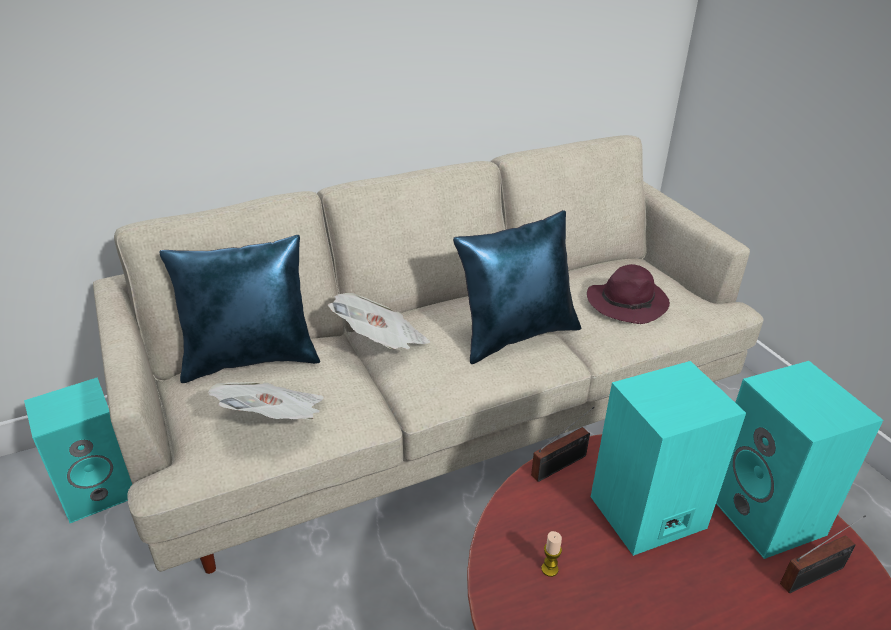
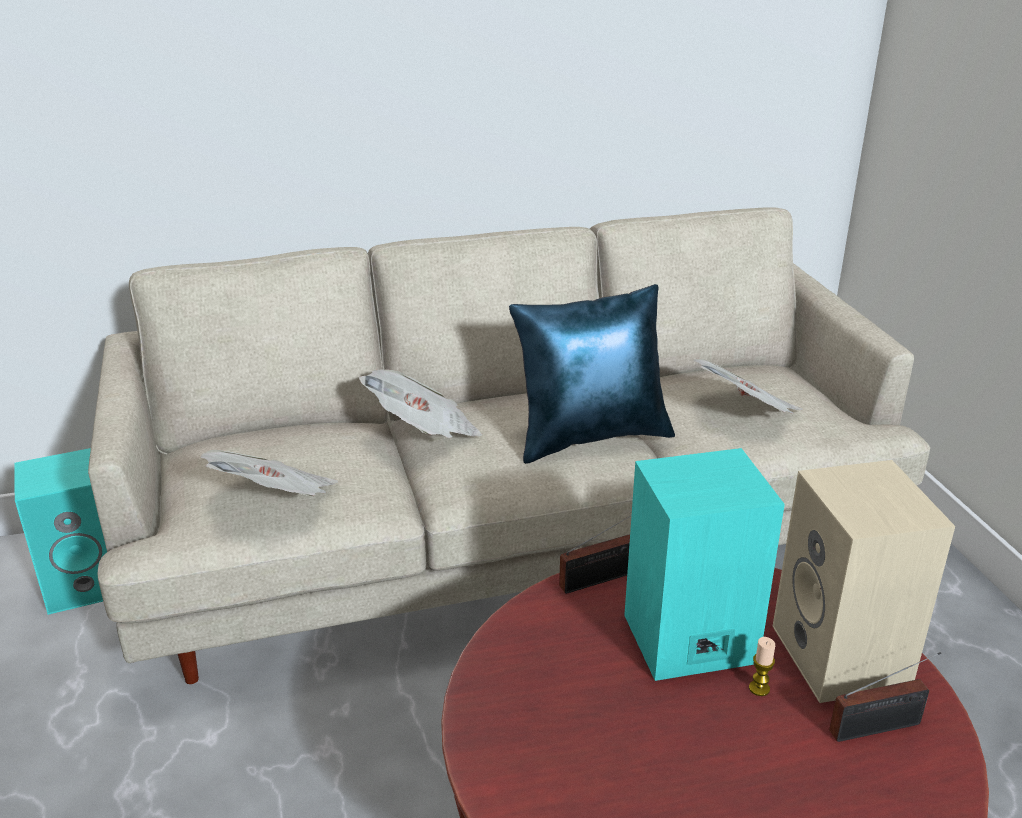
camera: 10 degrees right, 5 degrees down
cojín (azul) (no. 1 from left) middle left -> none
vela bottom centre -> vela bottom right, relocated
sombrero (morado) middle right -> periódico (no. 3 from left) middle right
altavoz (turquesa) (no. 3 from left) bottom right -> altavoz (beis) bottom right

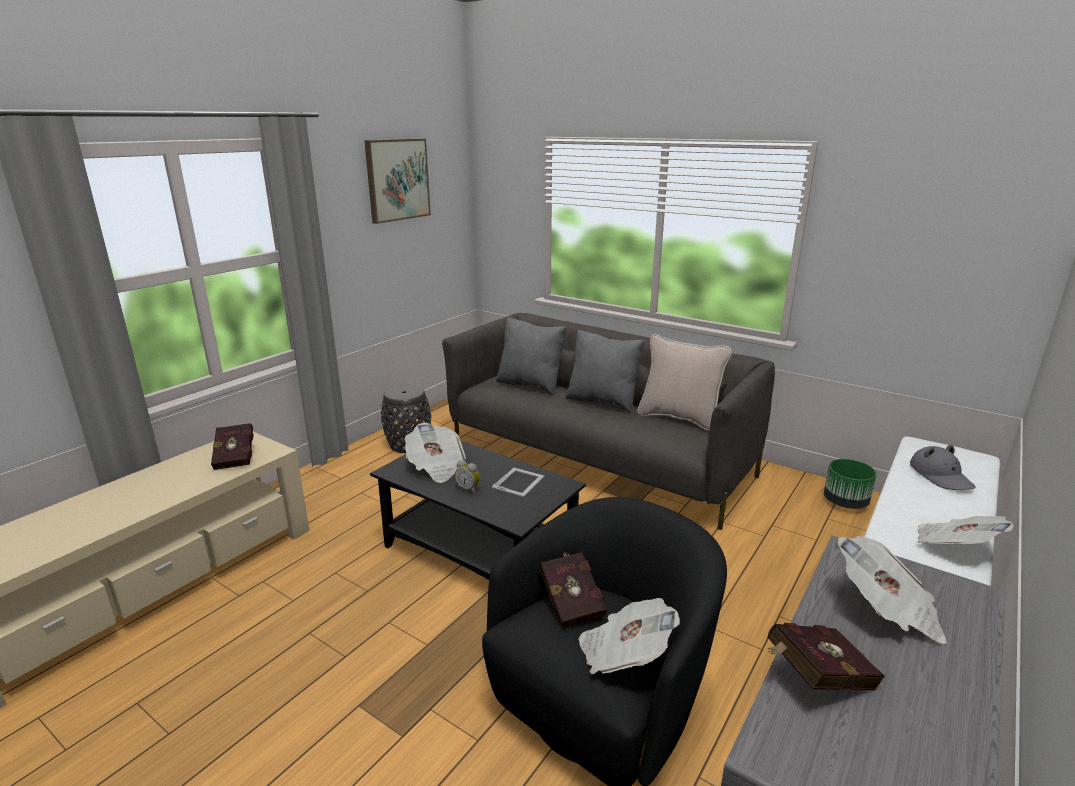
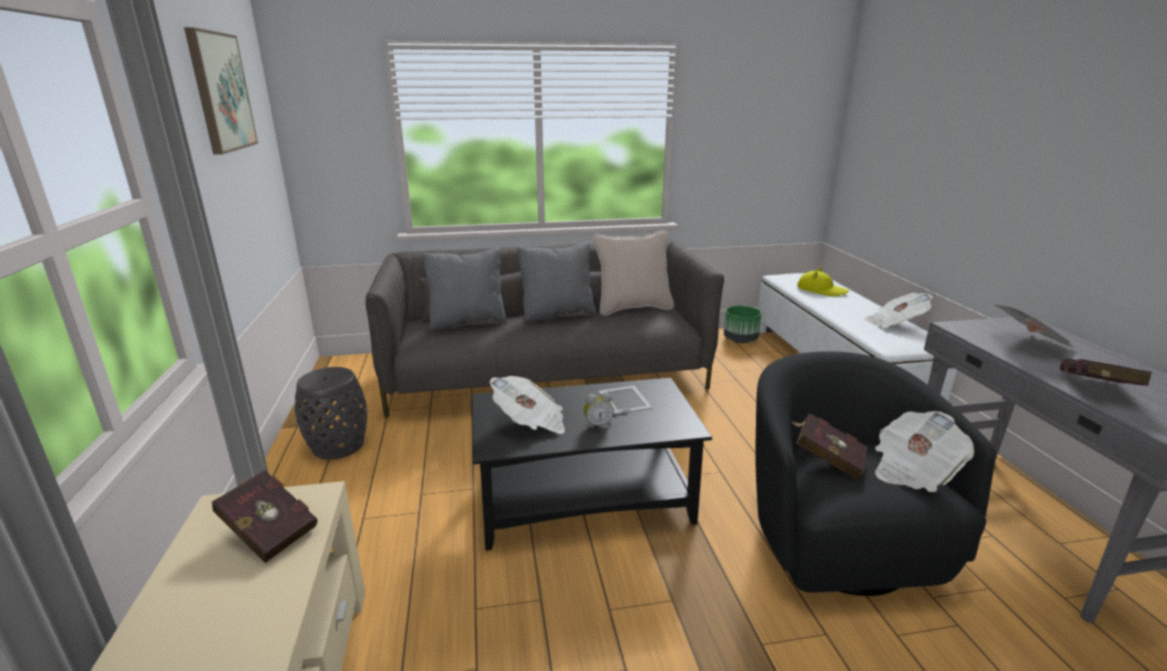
camera: 45 degrees left, 0 degrees up
sombrero (gris) middle right -> sombrero (amarillo) middle right

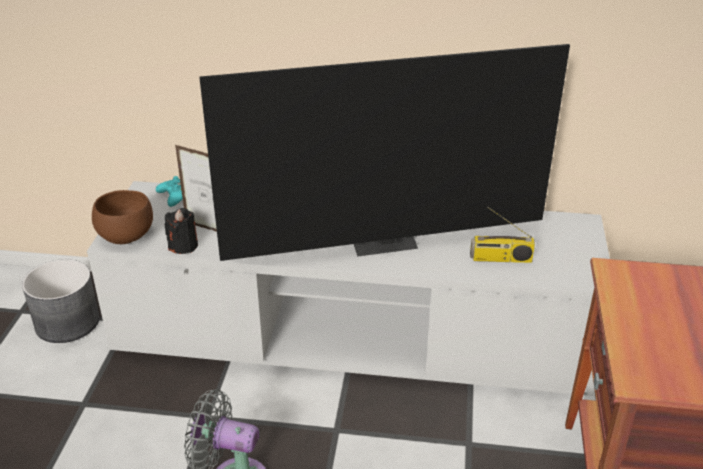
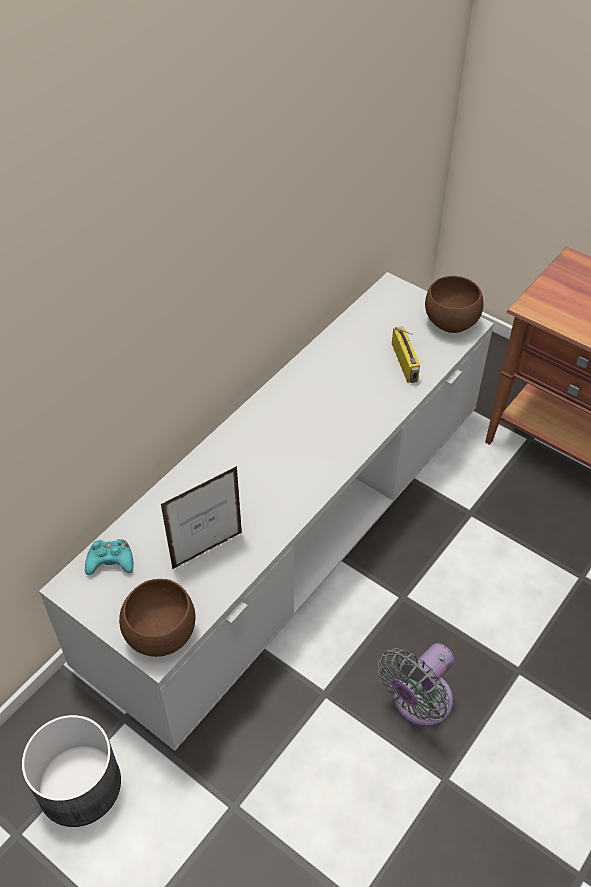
camera: 60 degrees left, 15 degrees up
vela (negro) middle left -> none
televisor top centre -> none
none -> cuenco (marrón) (no. 2 from left) middle right
radio middle right, 45 degrees counterclockwise

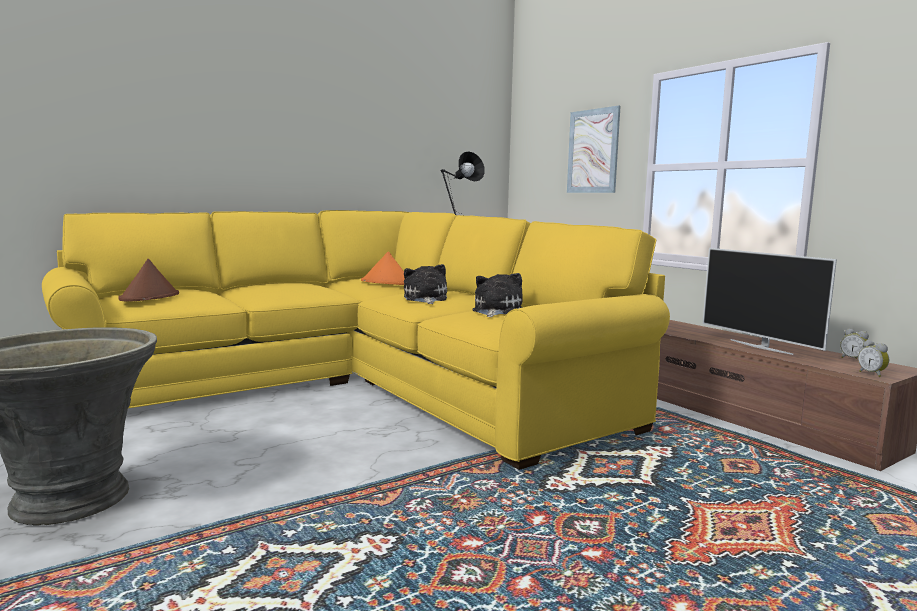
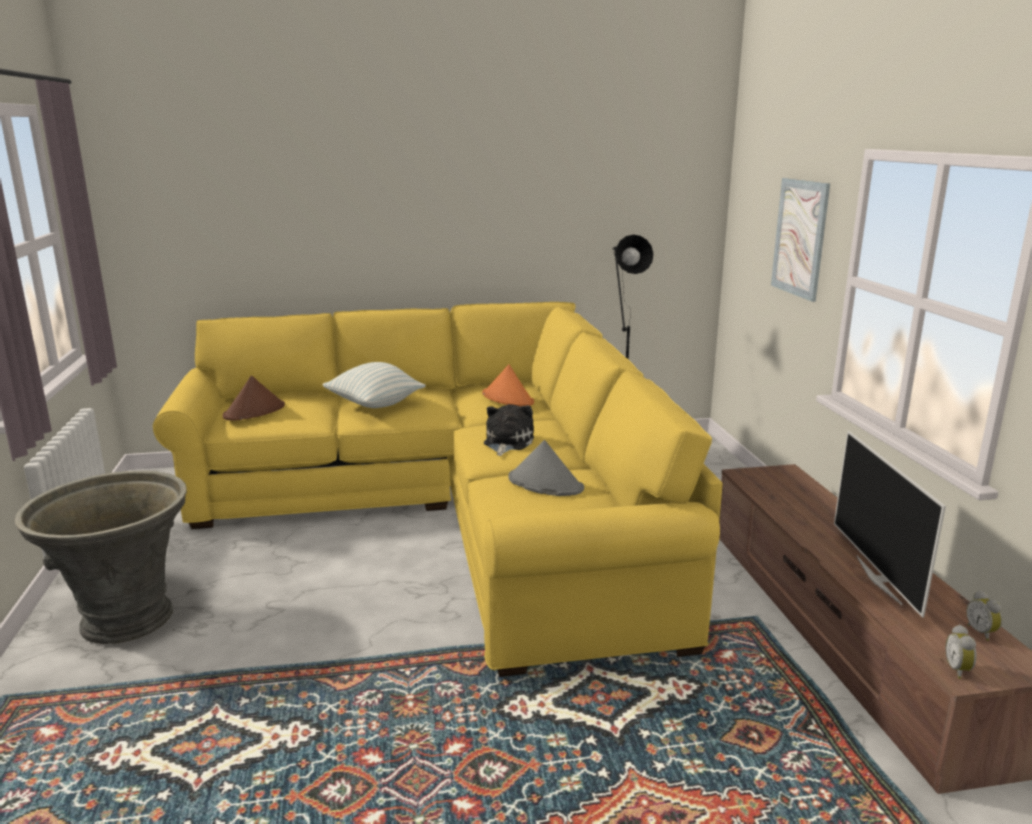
camera: 25 degrees right, 10 degrees up
none -> cojín centre
peluche (no. 2 from left) centre -> sombrero (gris) centre

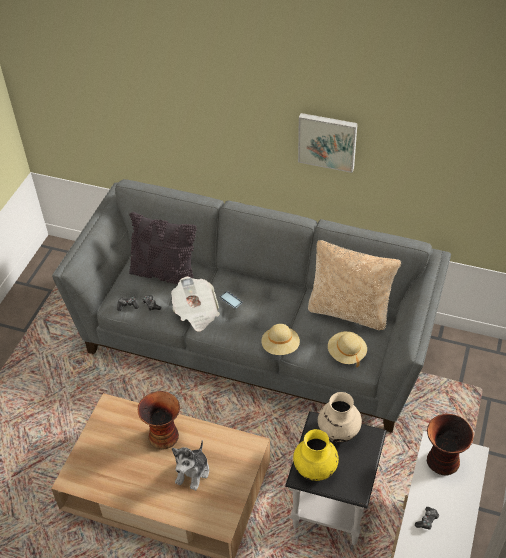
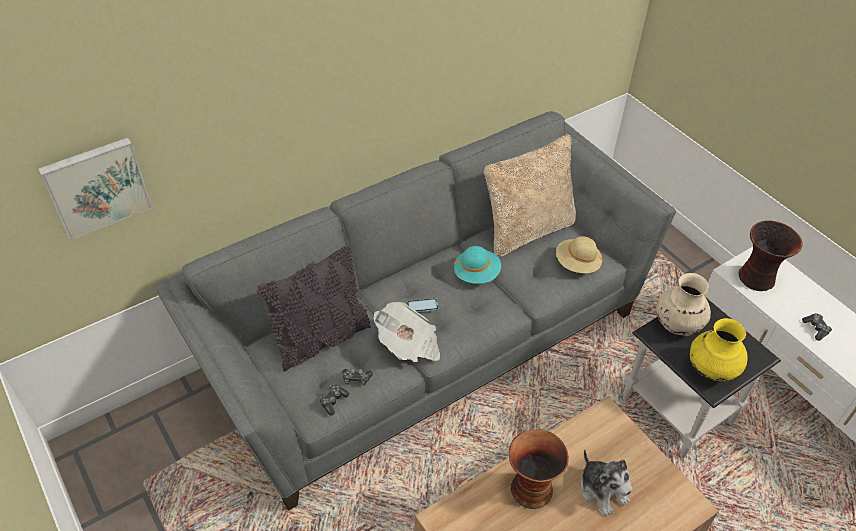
camera: 55 degrees left, 0 degrees up
sombrero (beis) (no. 1 from left) centre -> none
none -> sombrero (turquesa) centre
cuadro top centre -> cuadro middle left, relocated

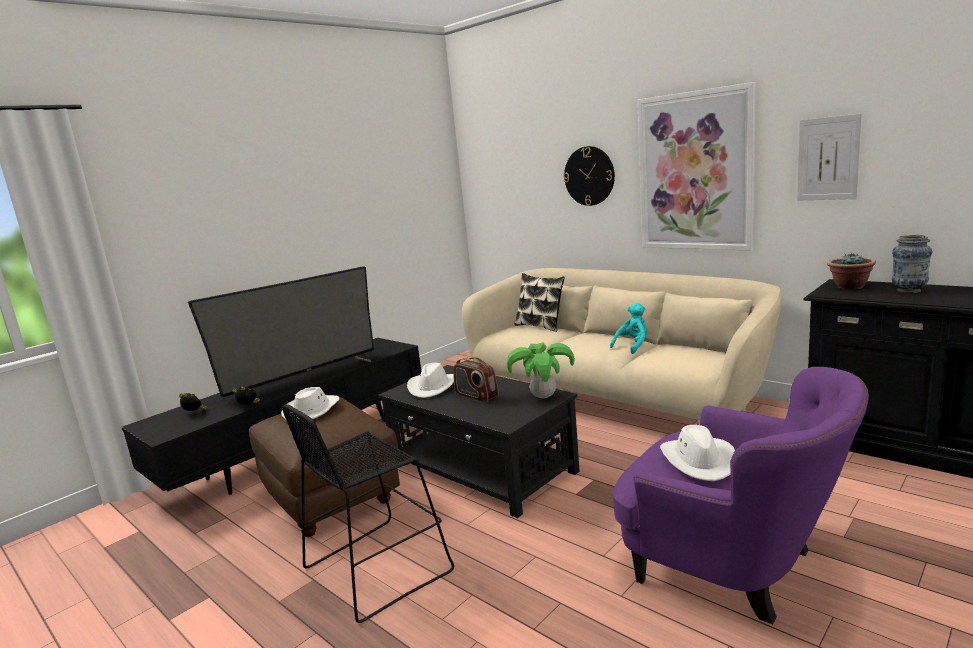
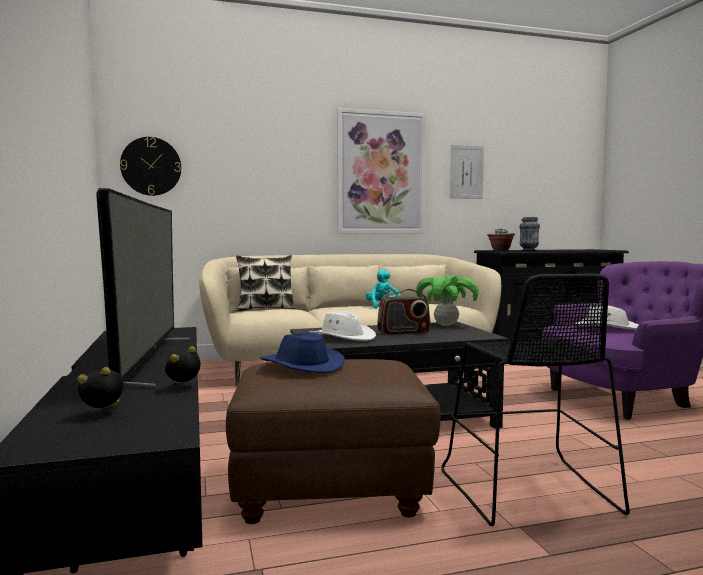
camera: 60 degrees left, 10 degrees down
reloj de pared top centre -> reloj de pared top left, relocated
sombrero (blanco) (no. 1 from left) middle left -> sombrero (azul) centre

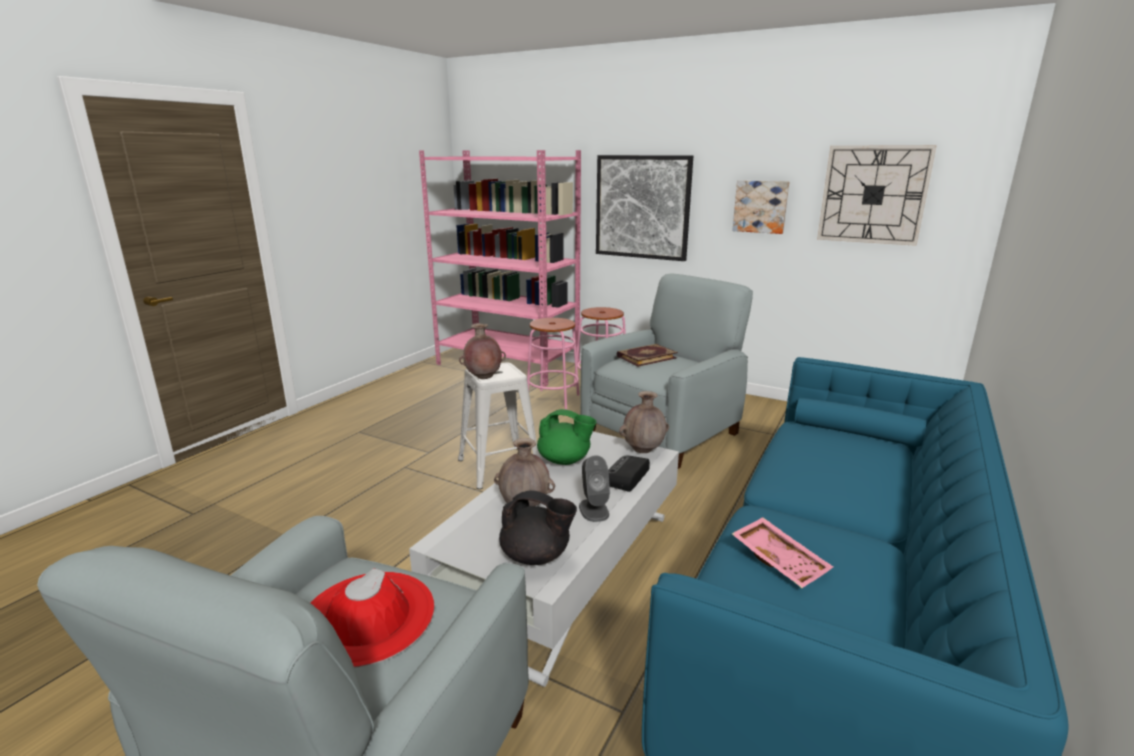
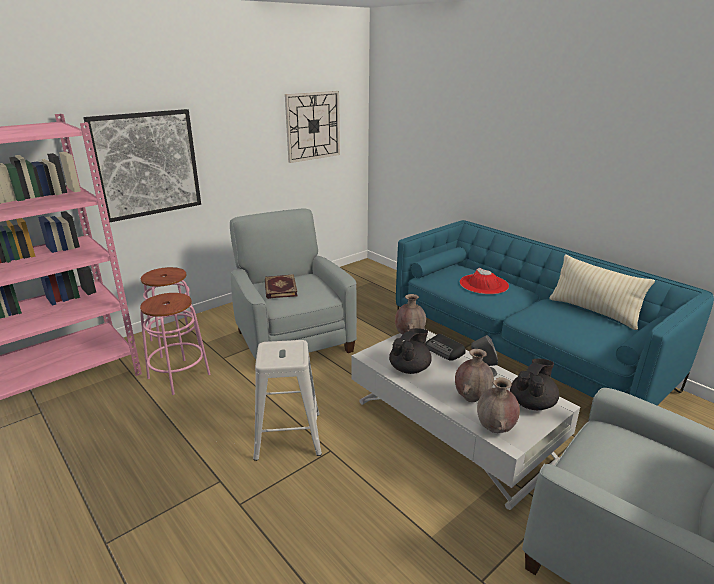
camera: 70 degrees left, 5 degrees up
cuadro (no. 2 from left) top right -> none
bandeja (rosa) bottom right -> none
none -> cojín (beis) middle right
sombrero (rojo) bottom left -> sombrero (rojo) middle right, relocated
florero (marrón) (no. 1 from left in the first image) centre -> florero (marrón) (no. 3 from left) bottom right, relocated
tetera (verde) centre -> tetera (negro) (no. 1 from left) centre

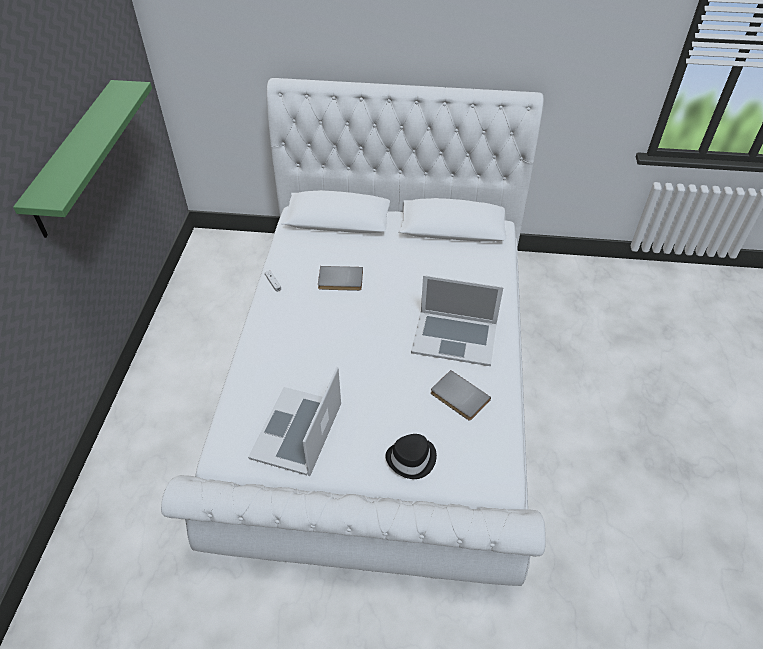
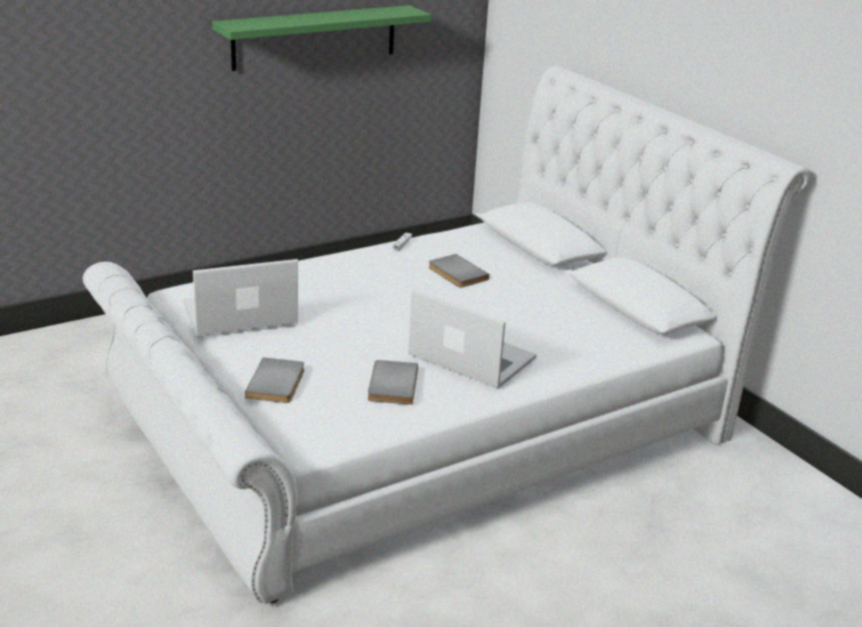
camera: 50 degrees right, 20 degrees down
sombrero (negro) bottom centre -> libro (gris) (no. 1 from left) middle left
portátil (no. 2 from left) centre, 150 degrees clockwise

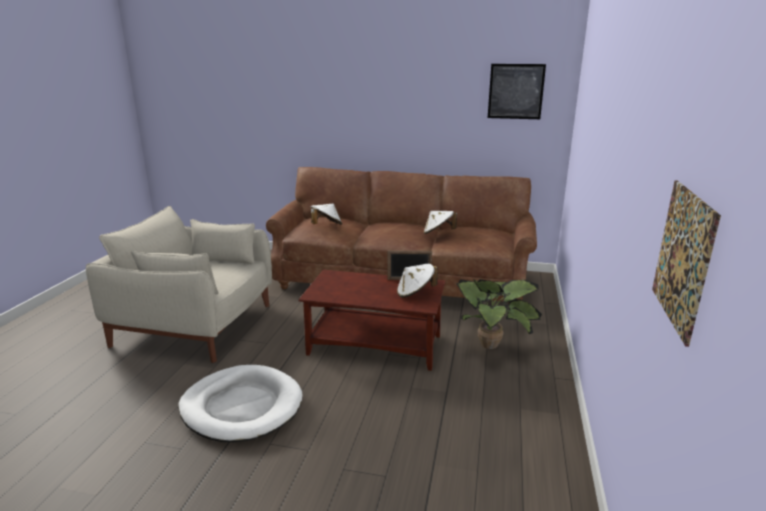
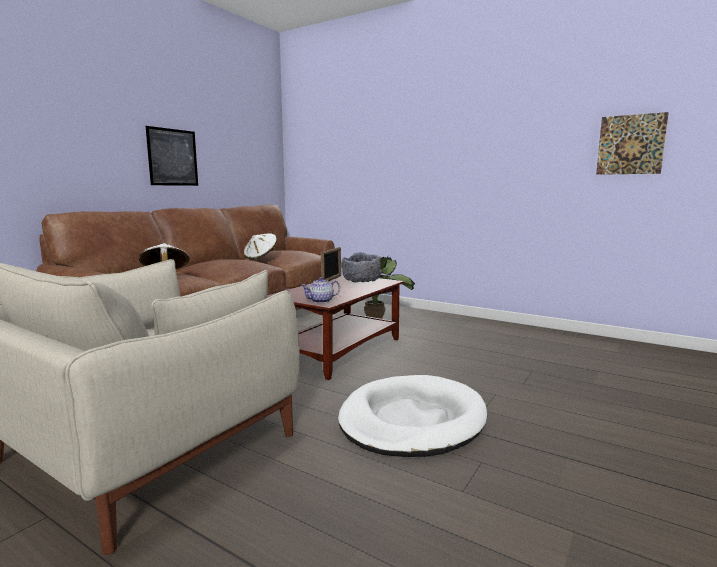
camera: 70 degrees left, 10 degrees down
none -> tetera centre
cuadro (no. 1 from left) top right -> cuadro (no. 1 from left) top left, relocated
sombrero (blanco) (no. 2 from left) centre -> cuenco (gris) centre

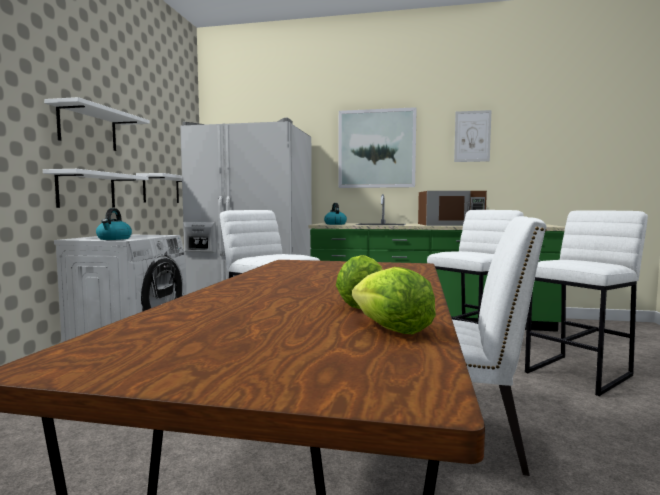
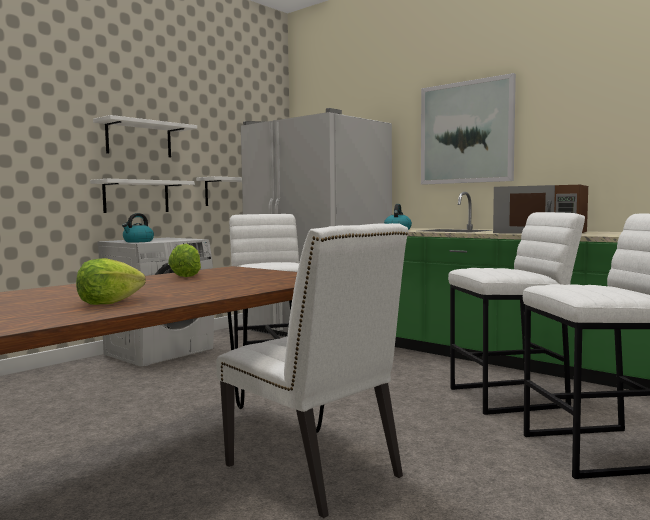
camera: 30 degrees right, 0 degrees up
cuadro (no. 2 from left) top right -> none
lechuga (no. 2 from left) centre -> lechuga (no. 2 from left) middle left, relocated

